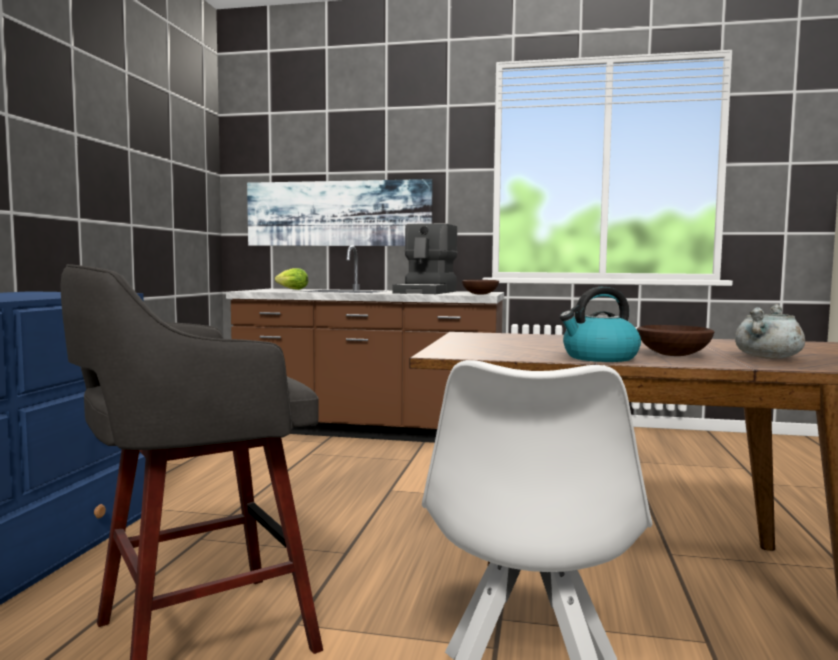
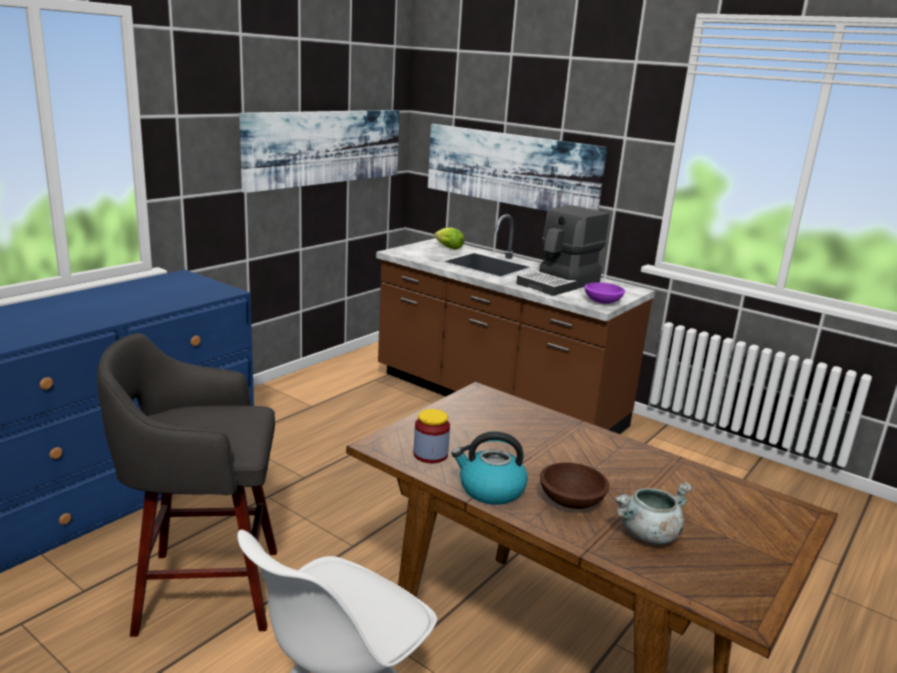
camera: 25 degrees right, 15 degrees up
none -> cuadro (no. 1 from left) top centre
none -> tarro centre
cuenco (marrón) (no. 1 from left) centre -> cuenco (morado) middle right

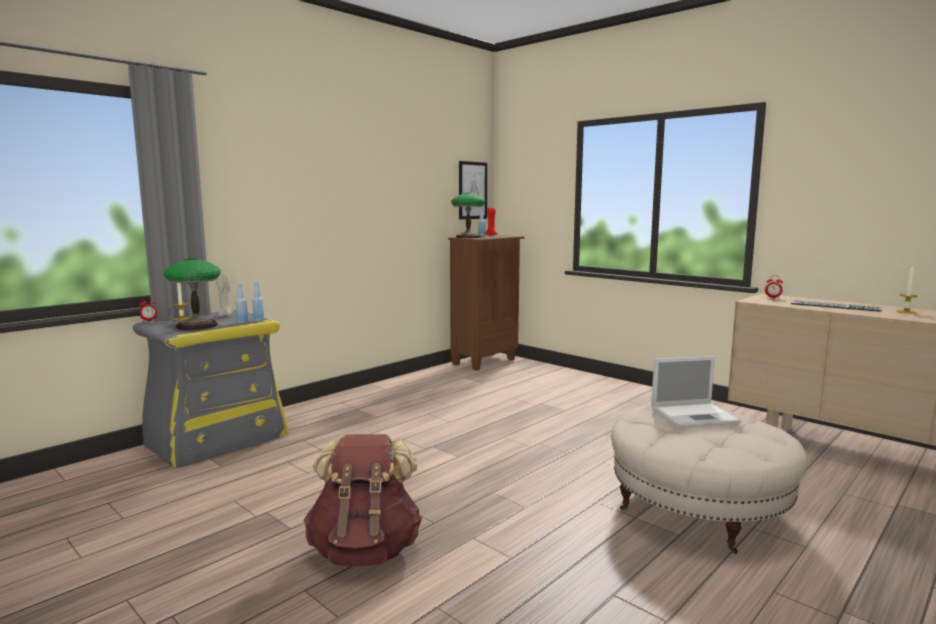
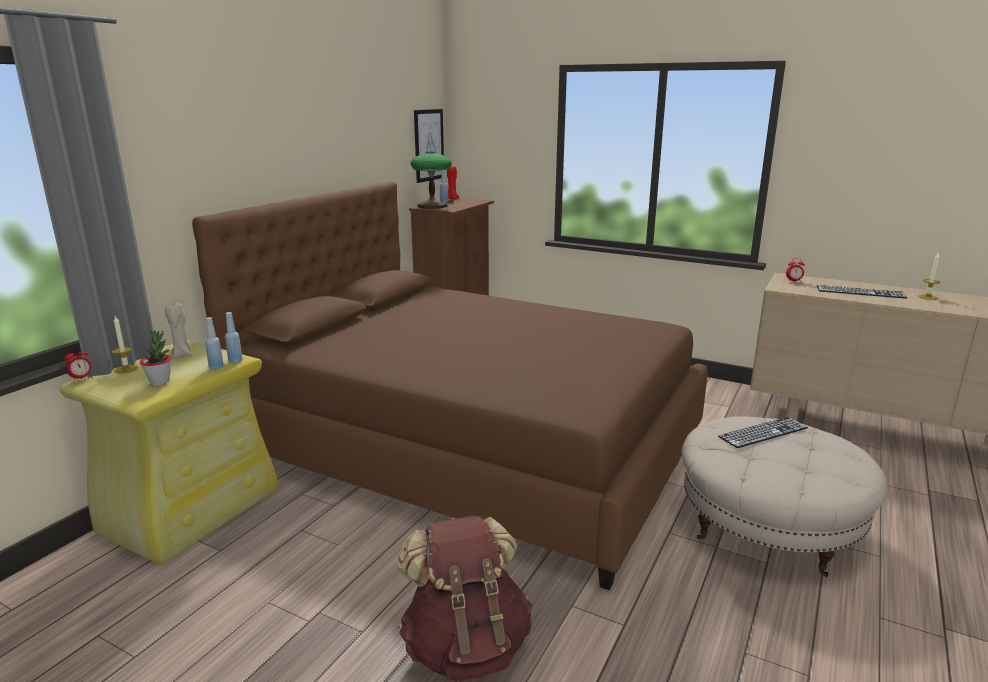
camera: 15 degrees left, 10 degrees up
none -> cama (marrón) centre
lámpara de mesa (no. 1 from left) middle left -> planta en maceta middle left
portátil middle right -> teclado (no. 1 from left) middle right
mesita de noche (gris) middle left -> mesita de noche (amarillo) middle left

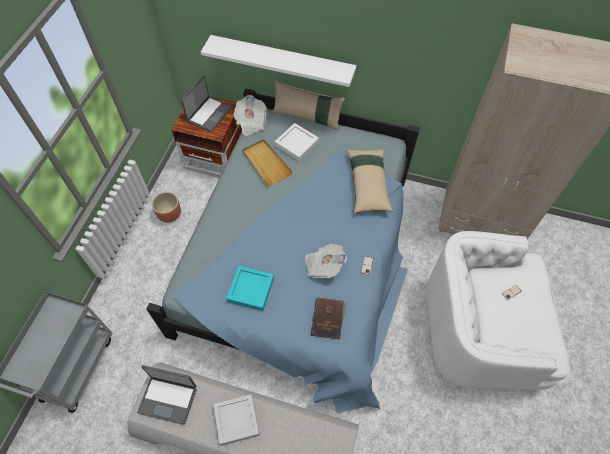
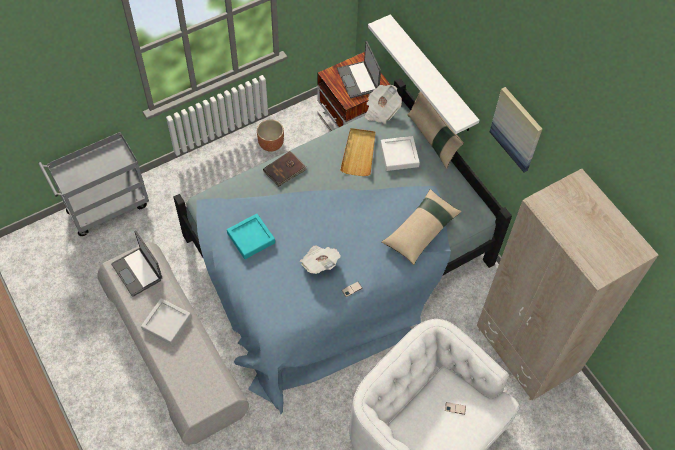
camera: 40 degrees right, 0 degrees up
none -> cuadro top right
libro (marrón) bottom centre -> libro (marrón) centre, relocated
portátil (no. 2 from left) top centre, 90 degrees clockwise

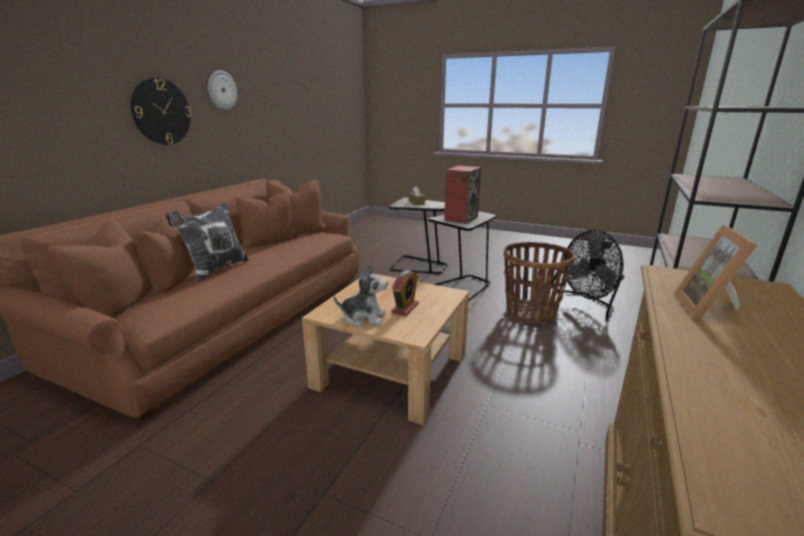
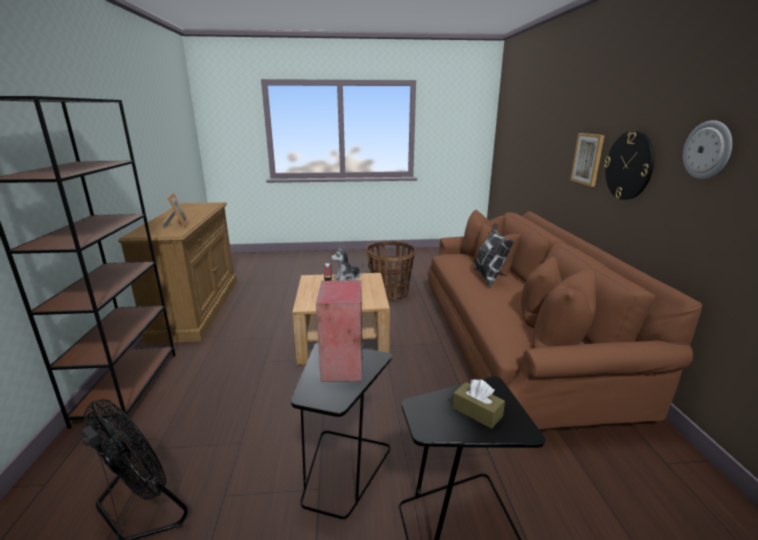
camera: 150 degrees right, 0 degrees up
none -> cuadro top right
cesta middle right -> cesta centre, relocated

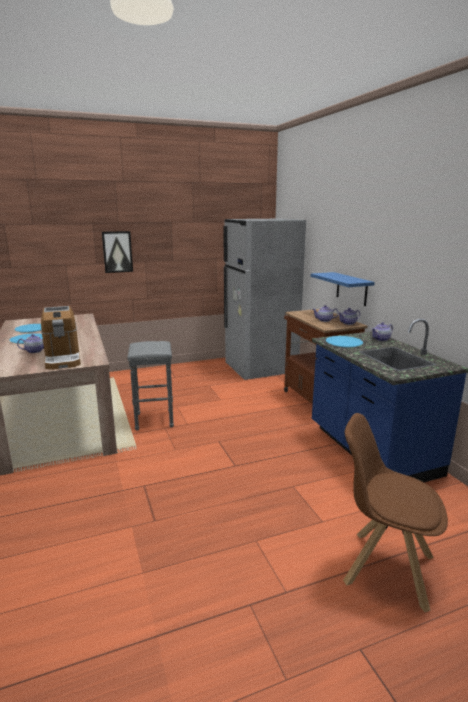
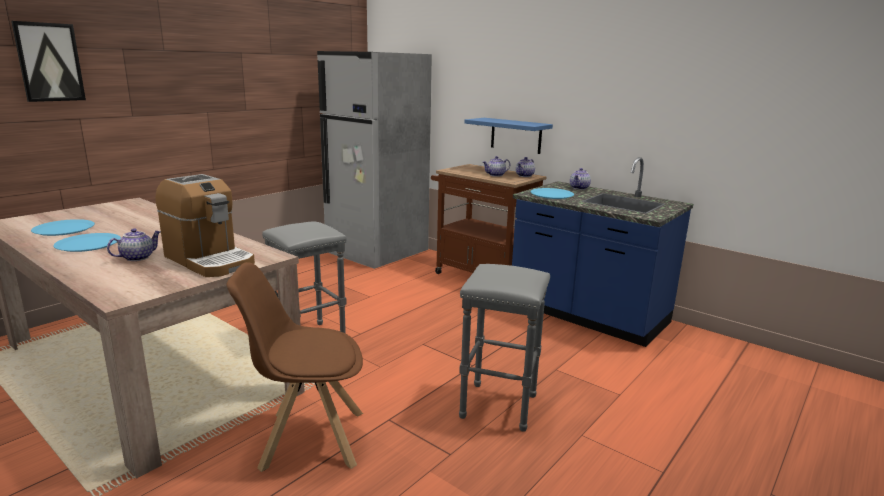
camera: 30 degrees left, 0 degrees up
none -> taburete (gris) (no. 2 from left) bottom centre
cuadro middle left -> cuadro top left, relocated
silla (marrón) bottom right -> silla (marrón) bottom centre, relocated

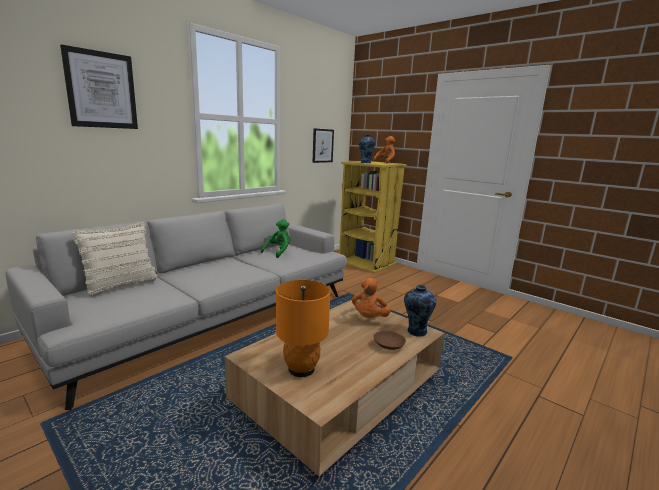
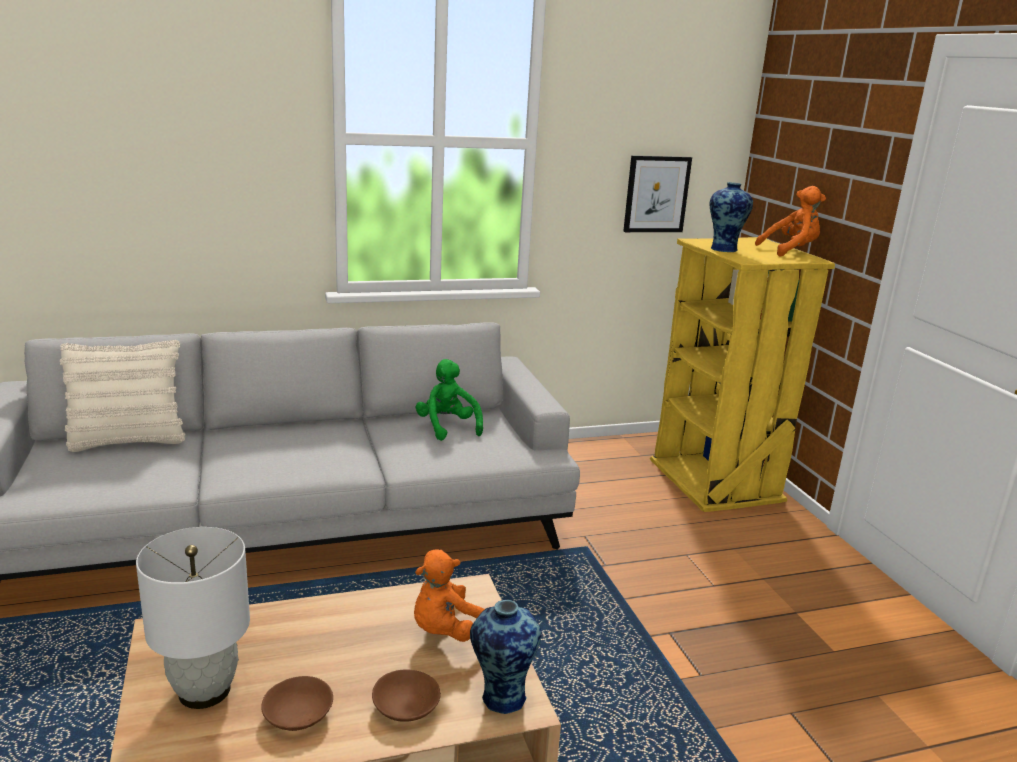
camera: 30 degrees right, 5 degrees up
cuadro (no. 1 from left) top left -> none
none -> cuenco (marrón) (no. 1 from left) bottom left
lámpara de mesa (naranja) bottom centre -> lámpara de mesa (blanco) bottom left
peluche (verde) centre, 90 degrees counterclockwise

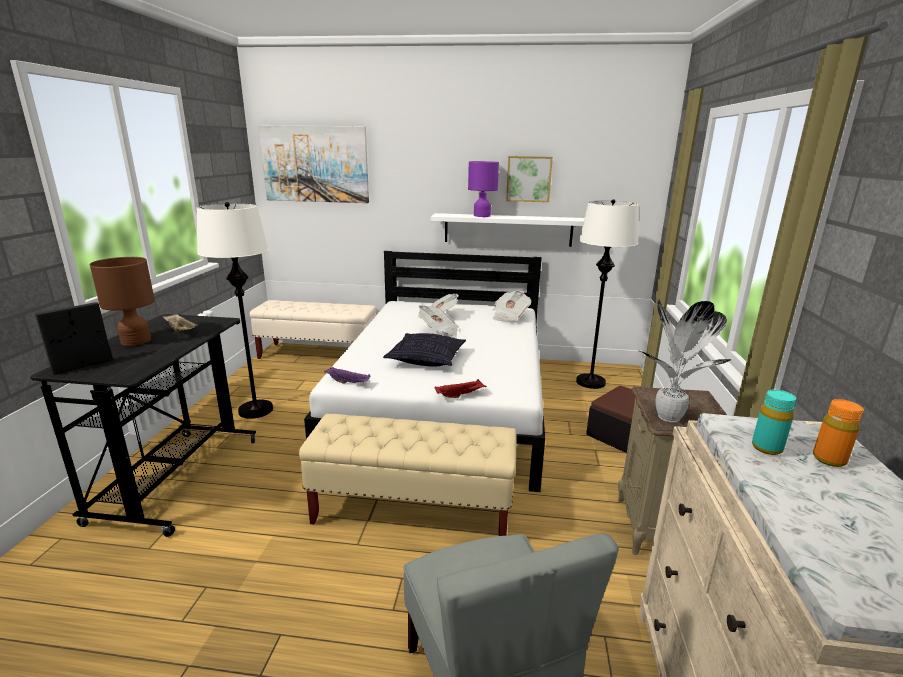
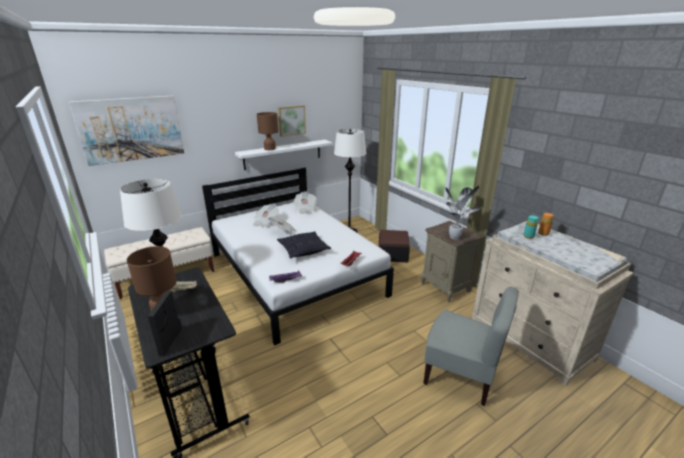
camera: 40 degrees left, 5 degrees up
banco (beis) (no. 2 from left) bottom centre -> none
lámpara de mesa (morado) top centre -> lámpara de mesa (marrón) (no. 2 from left) top centre

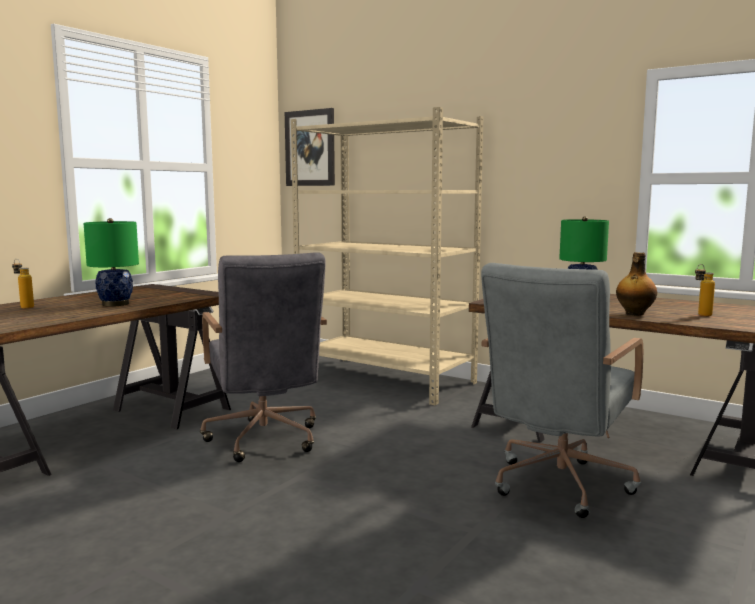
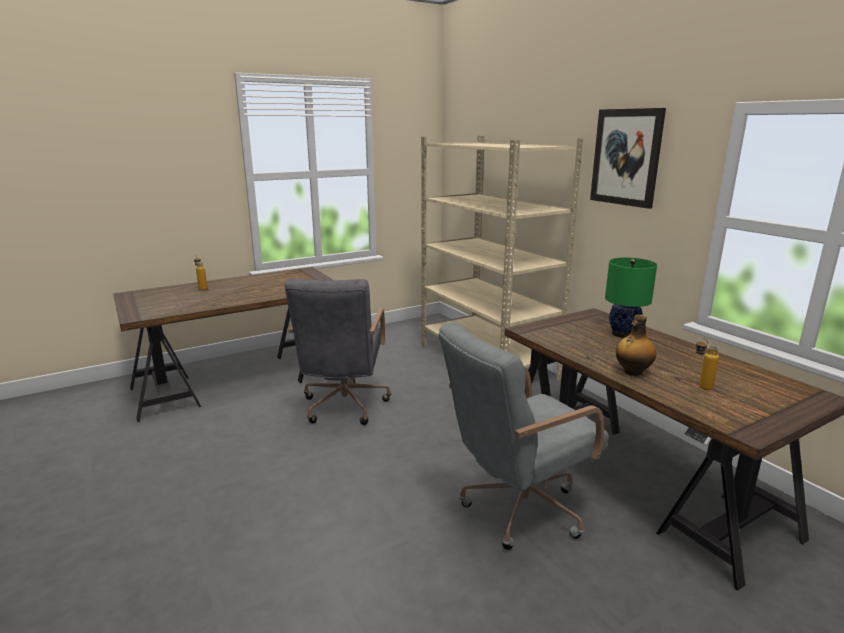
camera: 25 degrees right, 10 degrees up
lámpara de mesa (verde) (no. 1 from left) middle left -> none
cuadro top centre -> cuadro top right, relocated

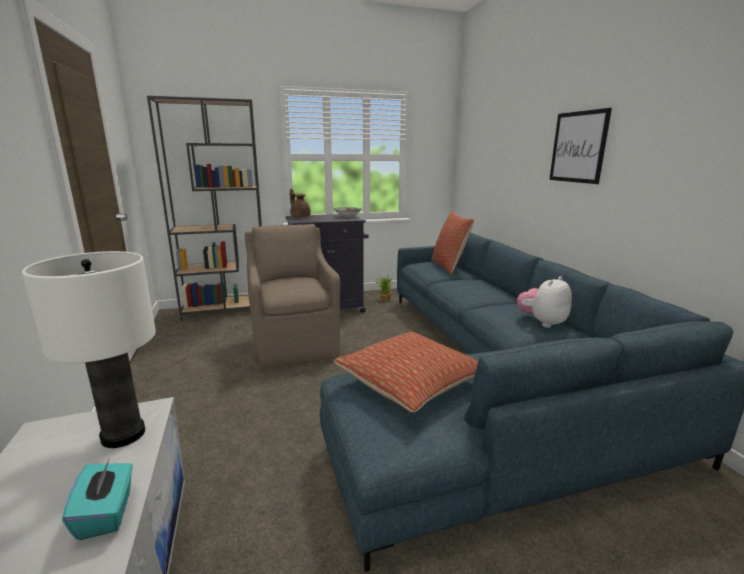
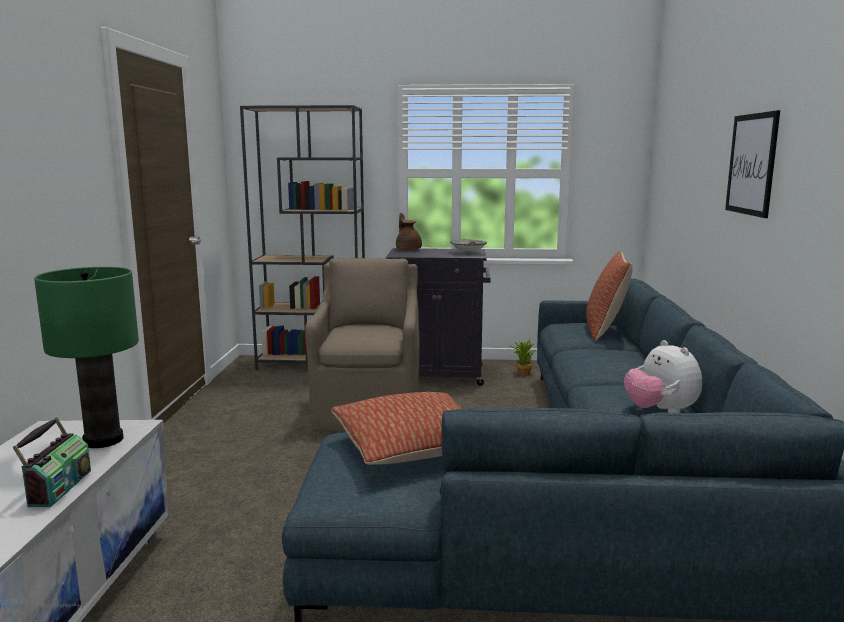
camera: 20 degrees right, 5 degrees down
caja de pañuelos (turquesa) bottom left -> radio bottom left
lámpara de mesa (blanco) middle left -> lámpara de mesa (verde) middle left
peluche middle right, 90 degrees counterclockwise

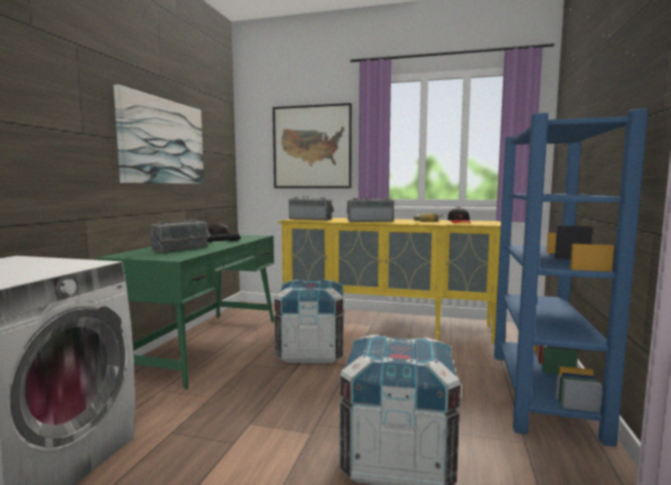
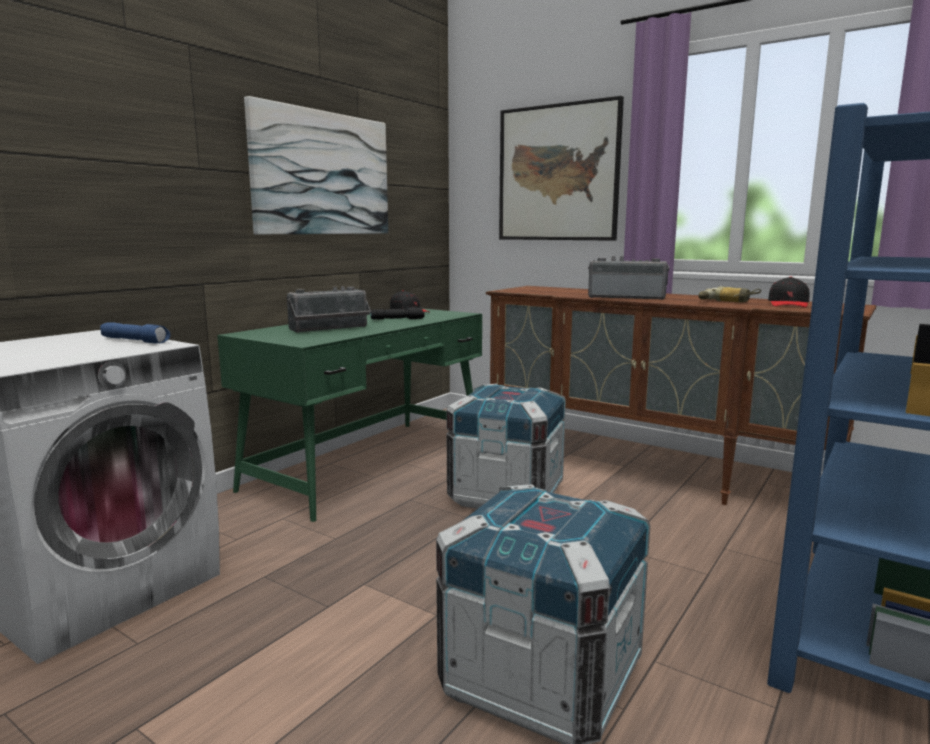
camera: 20 degrees right, 5 degrees up
radio (no. 2 from left) centre -> none
none -> linterna (azul) middle left
armario (amarillo) centre -> armario (marrón) middle right

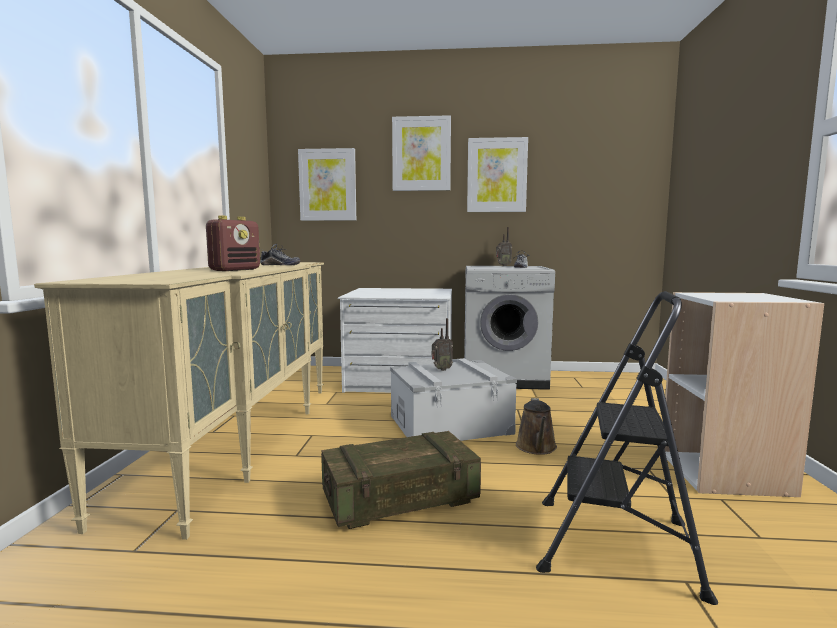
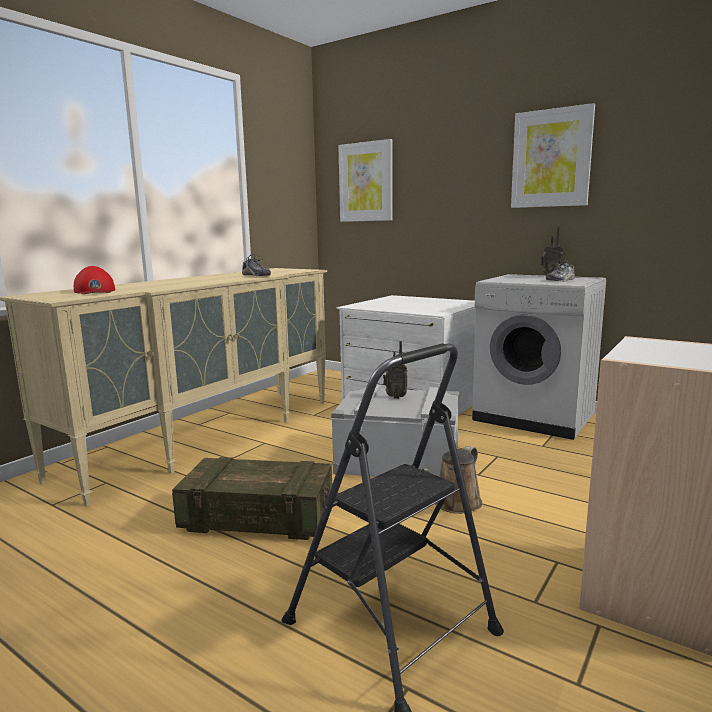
camera: 30 degrees right, 5 degrees up
radio (no. 1 from left) middle left -> none
cuadro (no. 2 from left) top centre -> none
none -> gorra (rojo) middle left

